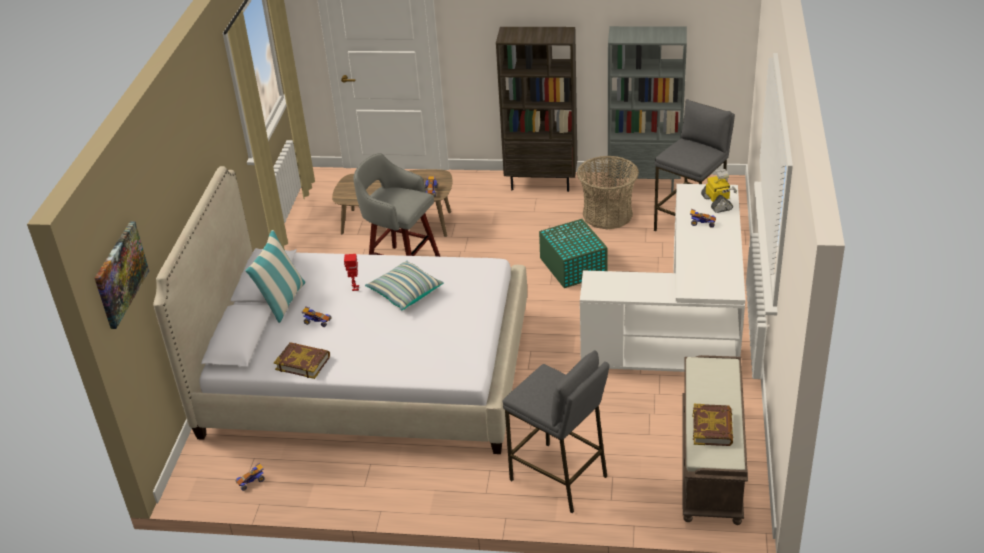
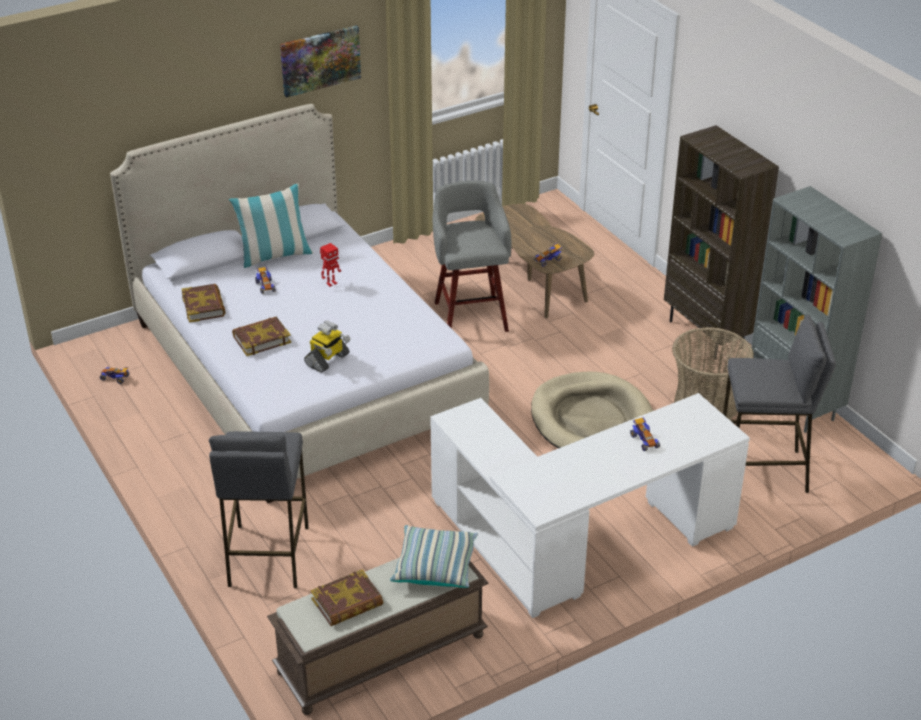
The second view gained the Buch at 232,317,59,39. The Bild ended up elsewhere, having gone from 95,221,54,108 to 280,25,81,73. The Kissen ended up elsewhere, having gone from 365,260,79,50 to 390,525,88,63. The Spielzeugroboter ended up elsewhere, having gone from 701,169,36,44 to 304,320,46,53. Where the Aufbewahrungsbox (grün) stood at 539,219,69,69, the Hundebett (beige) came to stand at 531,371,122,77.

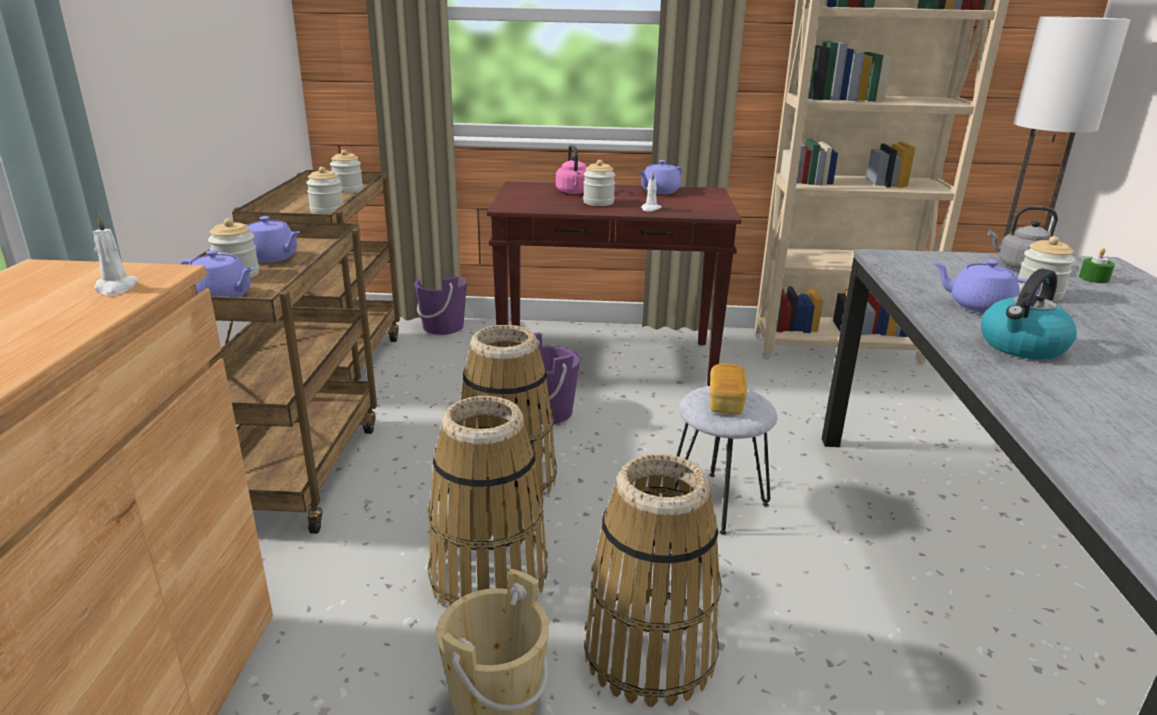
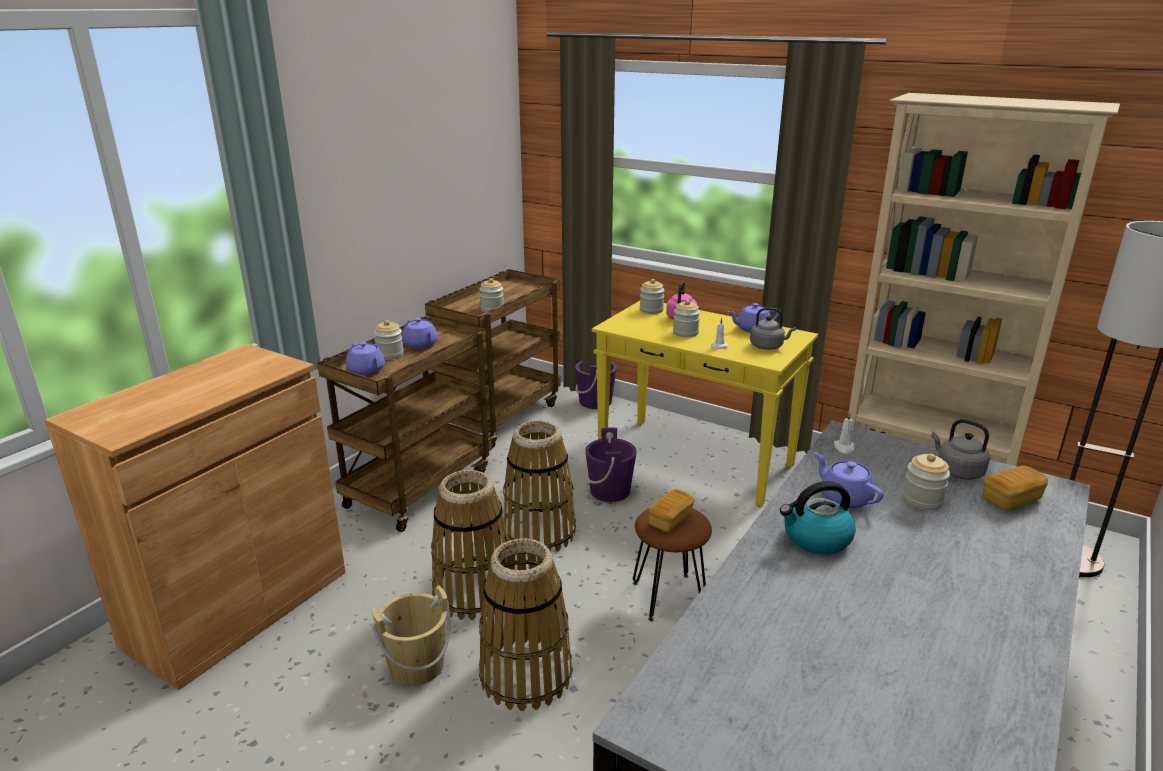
The second view gained the Wasserkessel (grau) at 750,308,46,42. The Kerze (weiß) ended up elsewhere, having gone from 93,214,45,81 to 834,412,21,42. The Vorratsglas ended up elsewhere, having gone from 330,150,33,43 to 640,279,25,35. Where the Kerze (grün) stood at 1079,248,36,35, the Brot came to stand at 983,466,65,44. What was the Konsolentisch (braun) at 487,181,254,205 turned into the Konsolentisch (gelb) at 592,301,226,206. What was the Hocker (grau) at 675,386,102,149 turned into the Hocker (braun) at 633,508,79,113.

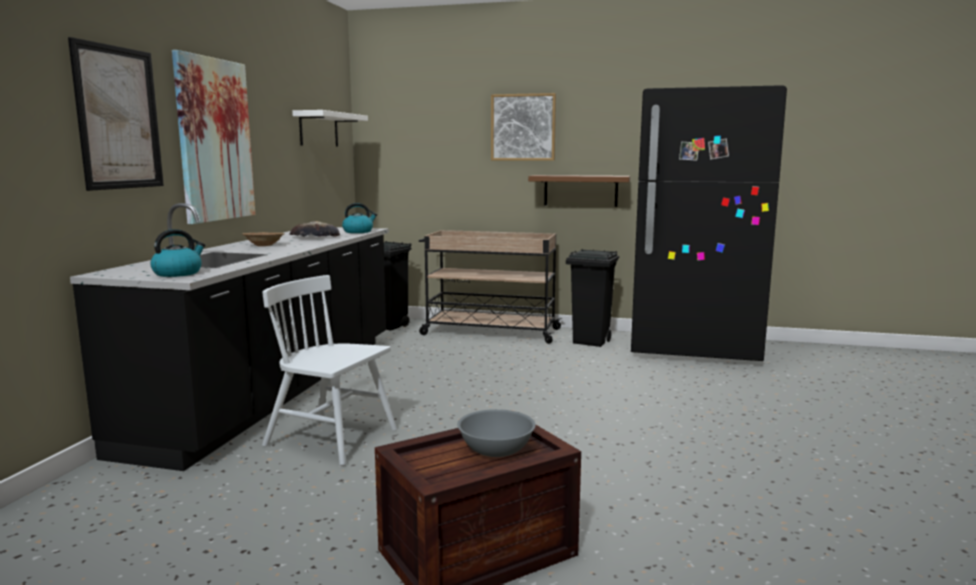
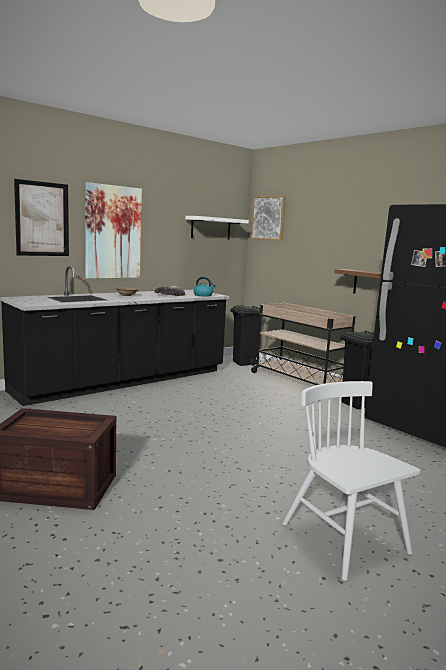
The second view lost the Wasserkessel at 150,229,55,48. The second view lost the Schüssel (grau) at 457,409,79,48. The Stuhl (weiß) ended up elsewhere, having gone from 262,275,135,191 to 282,381,138,200. The Bild ended up elsewhere, having gone from 491,93,65,68 to 251,195,35,46.

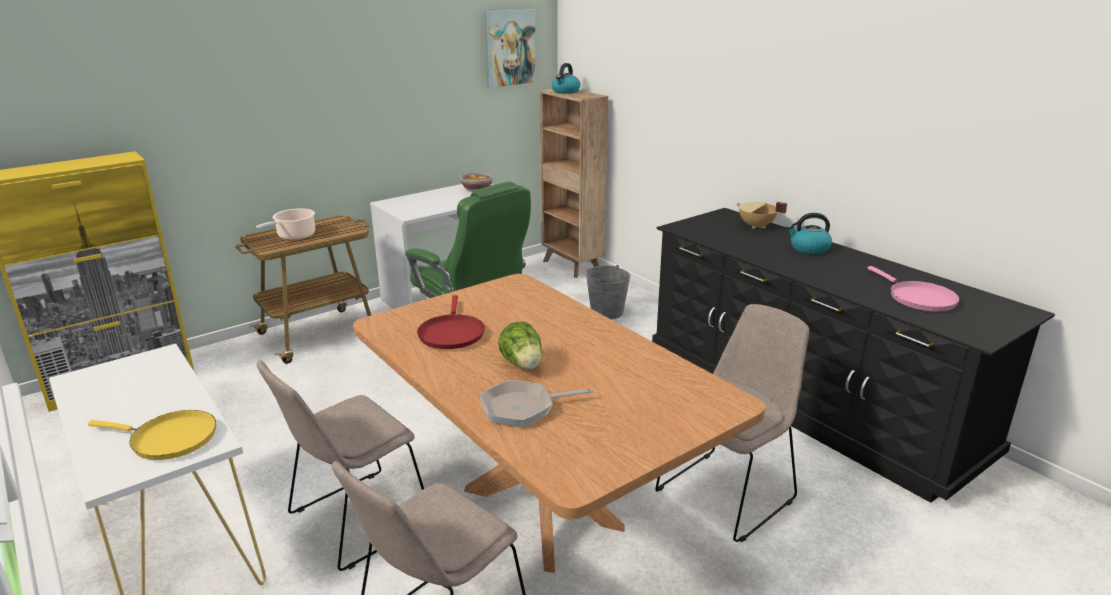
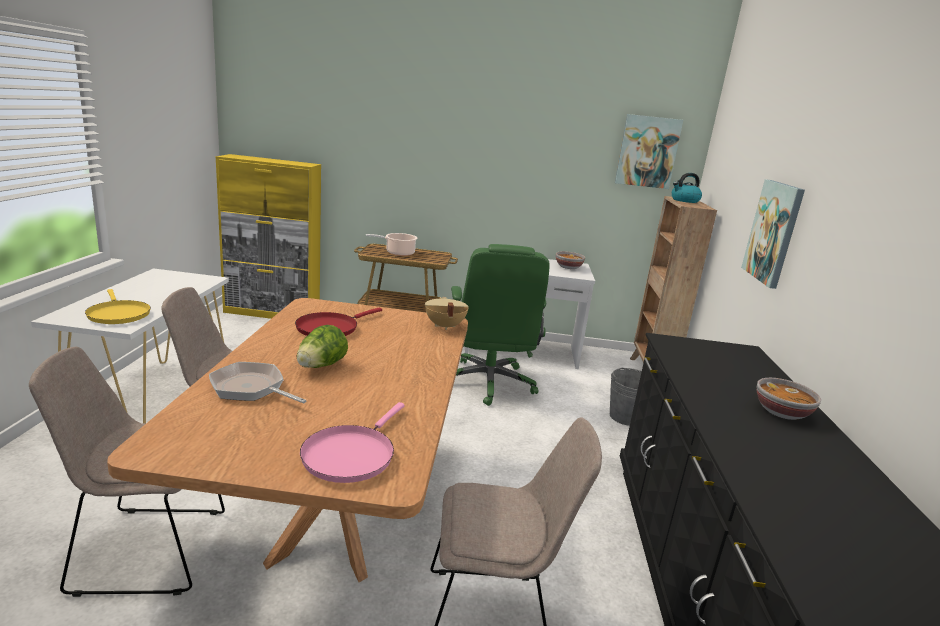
The second view gained the Bild at 741,179,64,110. The Kochtopf (beige) ended up elsewhere, having gone from 736,202,51,27 to 425,297,44,33. The Pfanne (rosa) ended up elsewhere, having gone from 868,266,92,45 to 300,402,105,81. Where the Wasserkessel stood at 787,213,45,41, the Schüssel came to stand at 756,378,65,42.

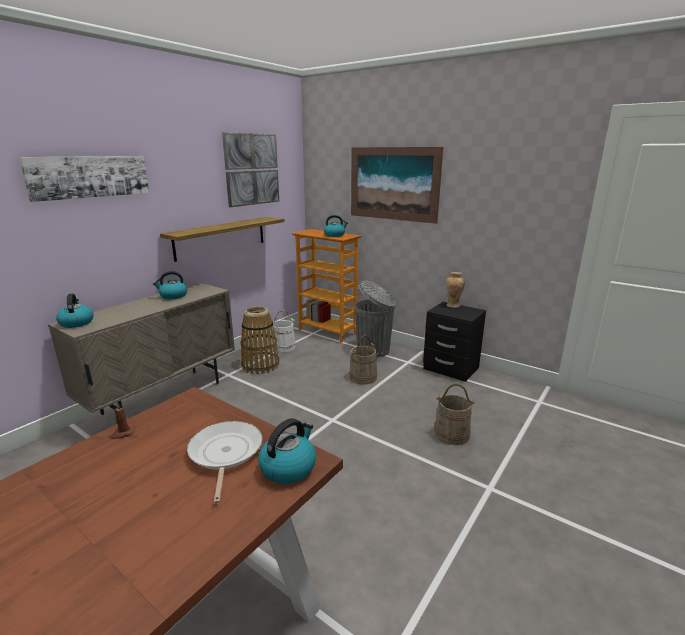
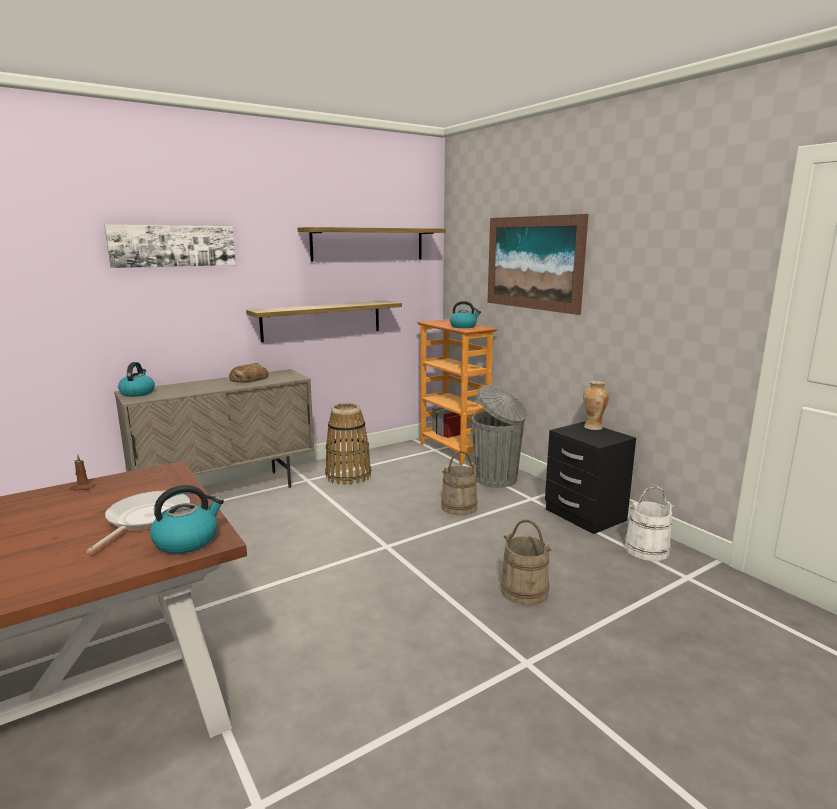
The Eimer (weiß) ended up elsewhere, having gone from 271,310,25,43 to 625,486,49,75. Where the Wasserkessel stood at 153,271,34,29, the Brot came to stand at 229,363,39,20. Where the Bild hung at 222,132,57,75, the Wandregal came to hang at 297,227,149,35.

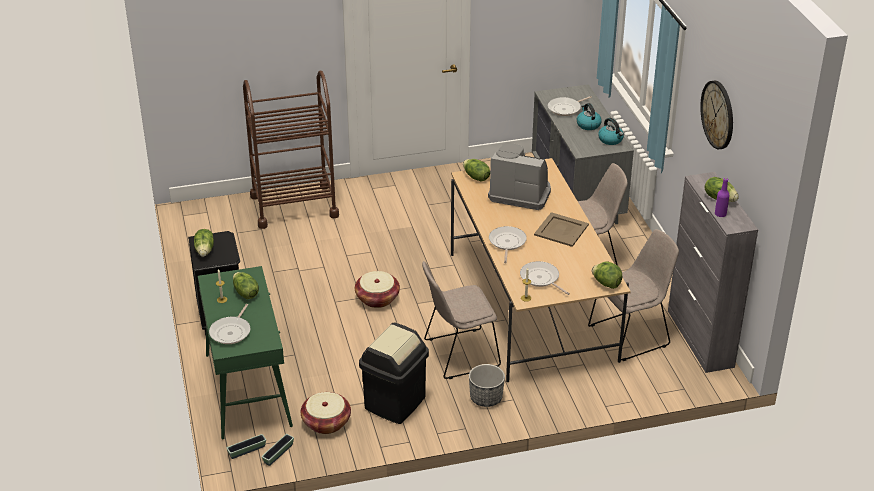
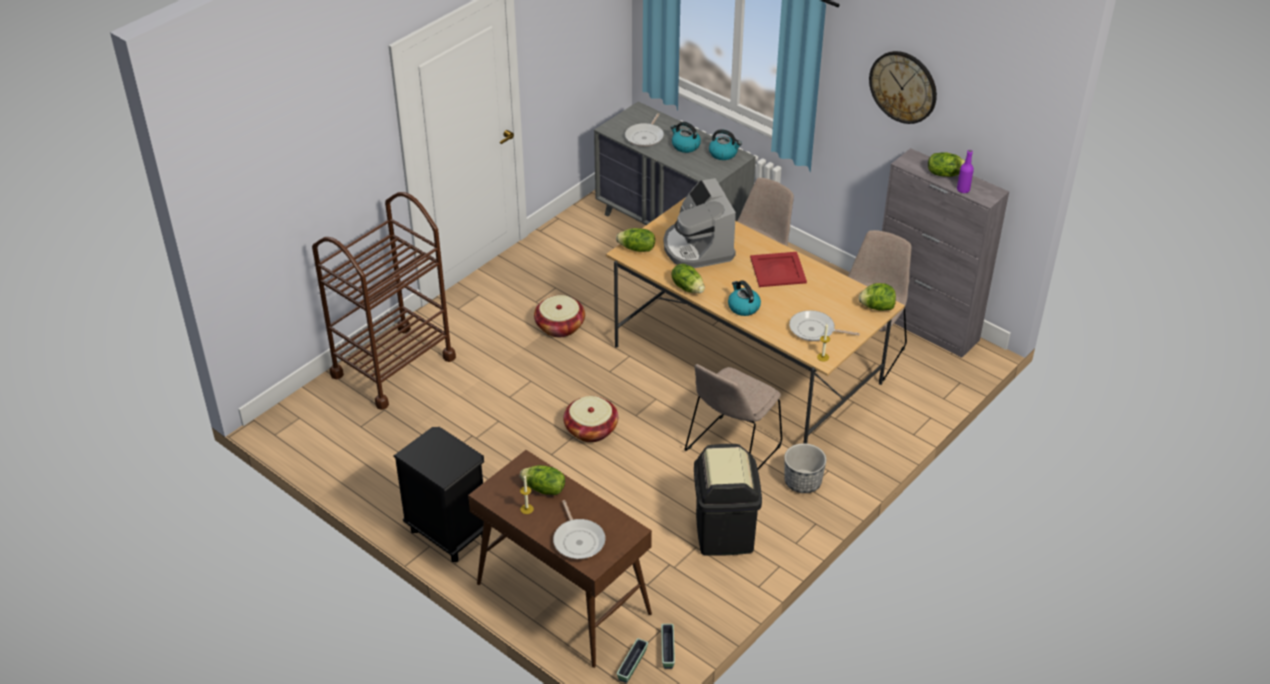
The Salatkopf ended up elsewhere, having gone from 194,229,20,28 to 671,263,34,30. The Korb ended up elsewhere, having gone from 301,392,50,42 to 534,295,51,42. Where the Pfanne stood at 489,226,38,37, the Wasserkessel came to stand at 728,280,33,36. What was the Konsolentisch (grün) at 198,266,95,173 turned into the Konsolentisch (braun) at 468,450,184,218. What was the Tablett (beige) at 534,212,55,35 turned into the Tablett (rot) at 750,252,57,35. The Kaffeemaschine at 488,143,63,67 ended up facing another way, 90 degrees counterclockwise from before.

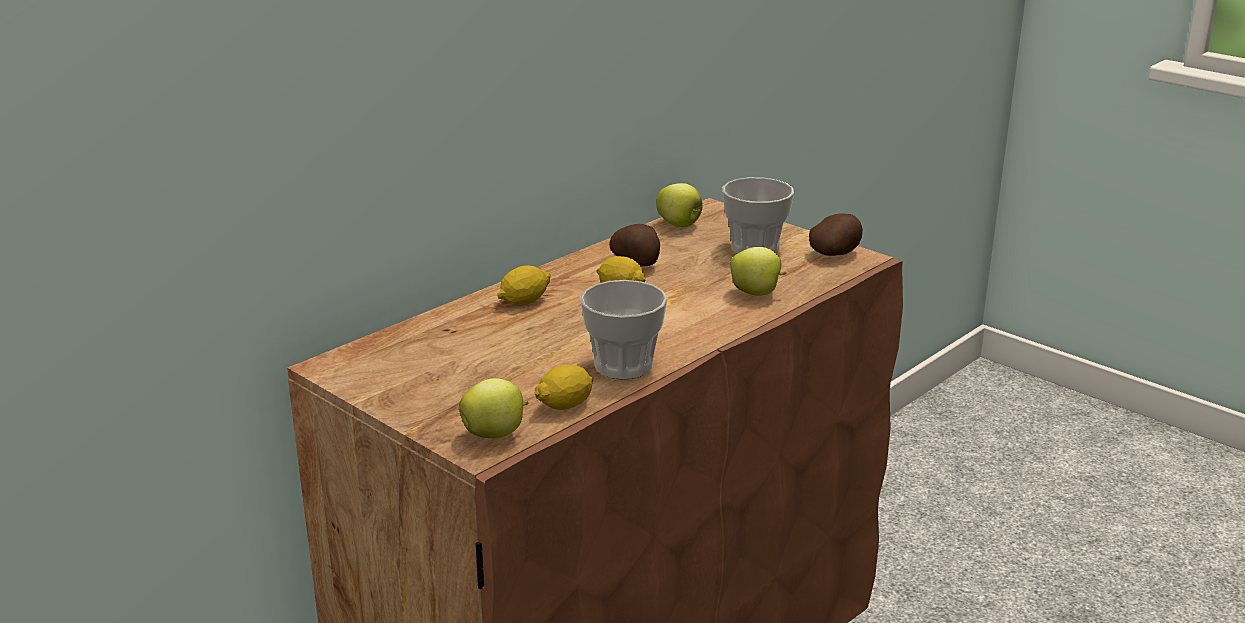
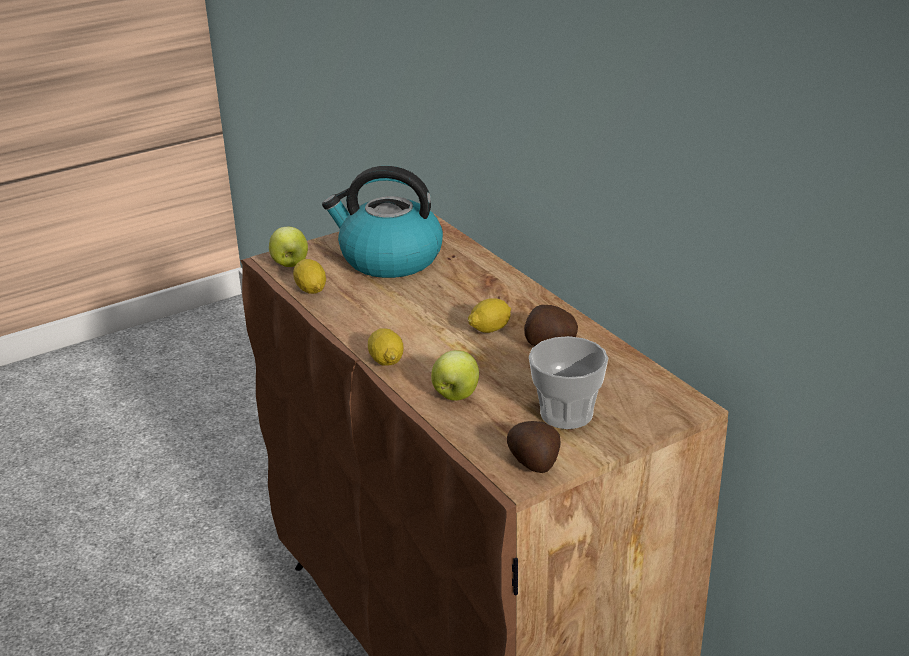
The second view lost the Tasse at 580,280,87,99. The second view lost the Apfel at 656,183,47,44. The second view gained the Wasserkessel at 322,166,121,112. The Zitrone ended up elsewhere, having gone from 497,265,54,41 to 368,328,36,38.

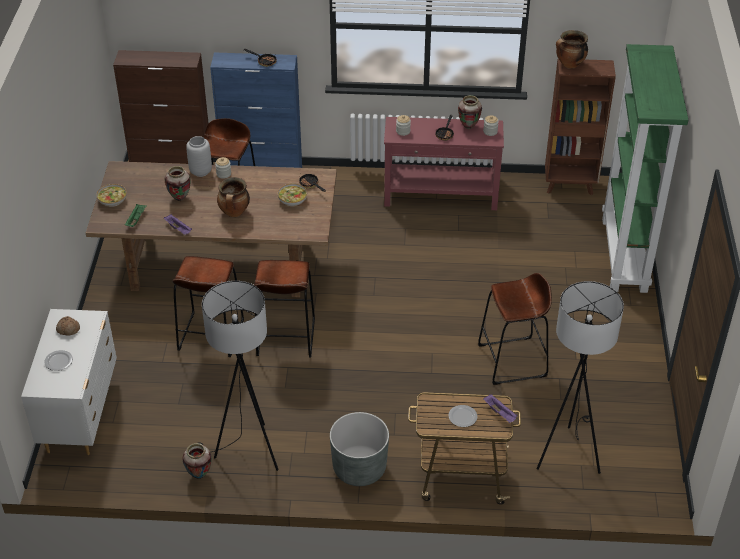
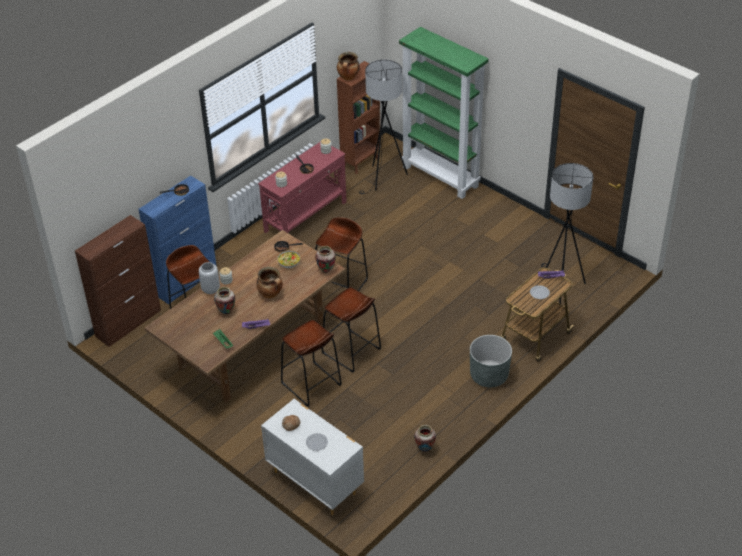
The second view lost the Schüssel at 97,184,30,23. The Stehlampe (schwarz) ended up elsewhere, having gone from 198,281,81,190 to 359,60,49,134. The Vase ended up elsewhere, having gone from 458,95,24,34 to 315,246,21,27. The Hocker (braun) ended up elsewhere, having gone from 478,273,74,112 to 315,217,53,74.

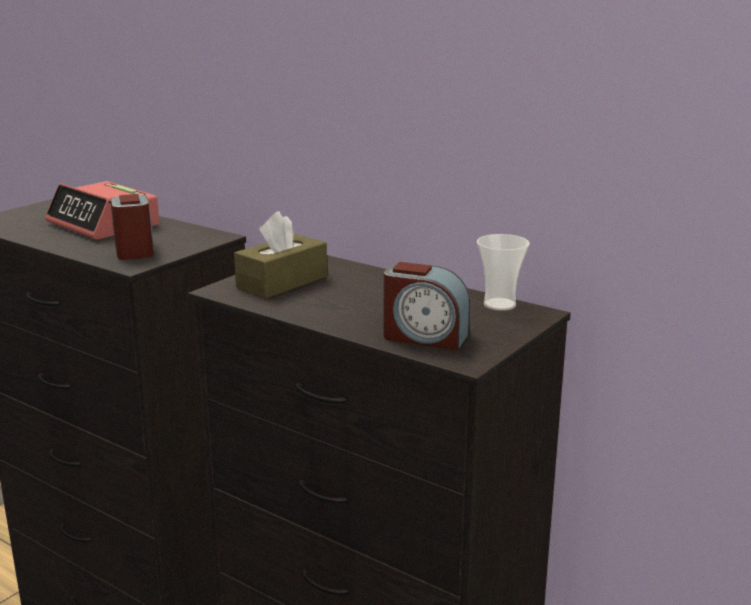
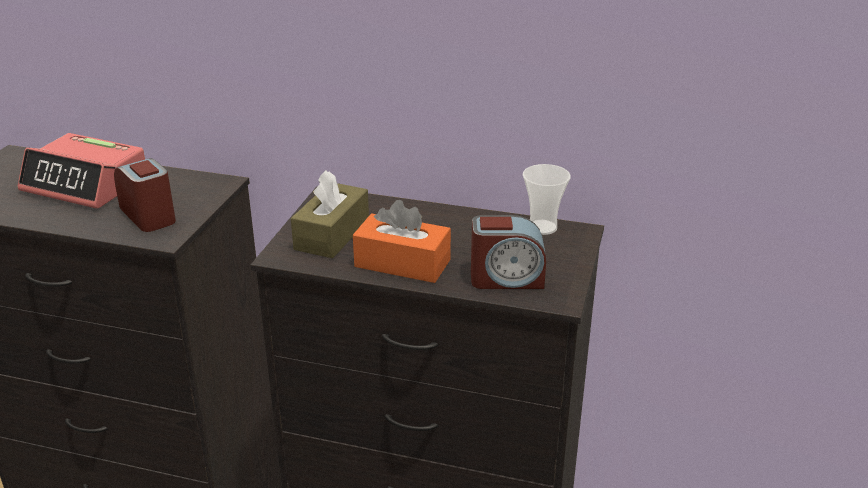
The second view gained the Taschentuchbox (orange) at 353,200,98,83.

